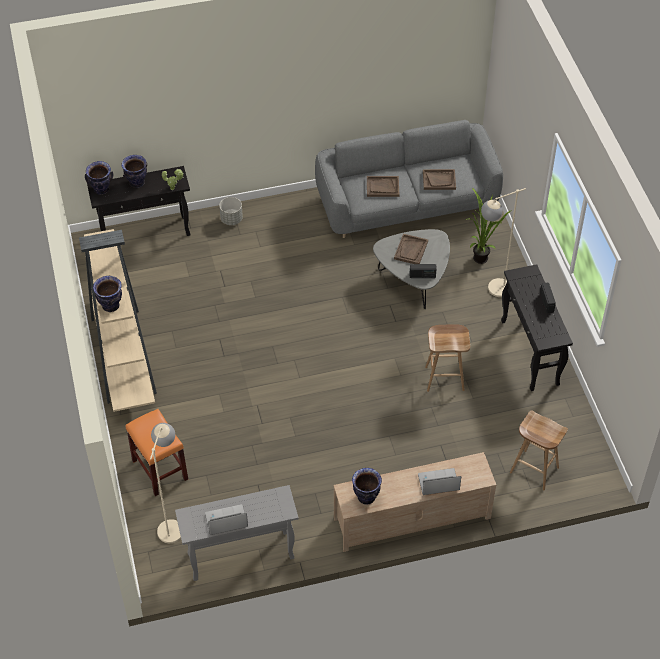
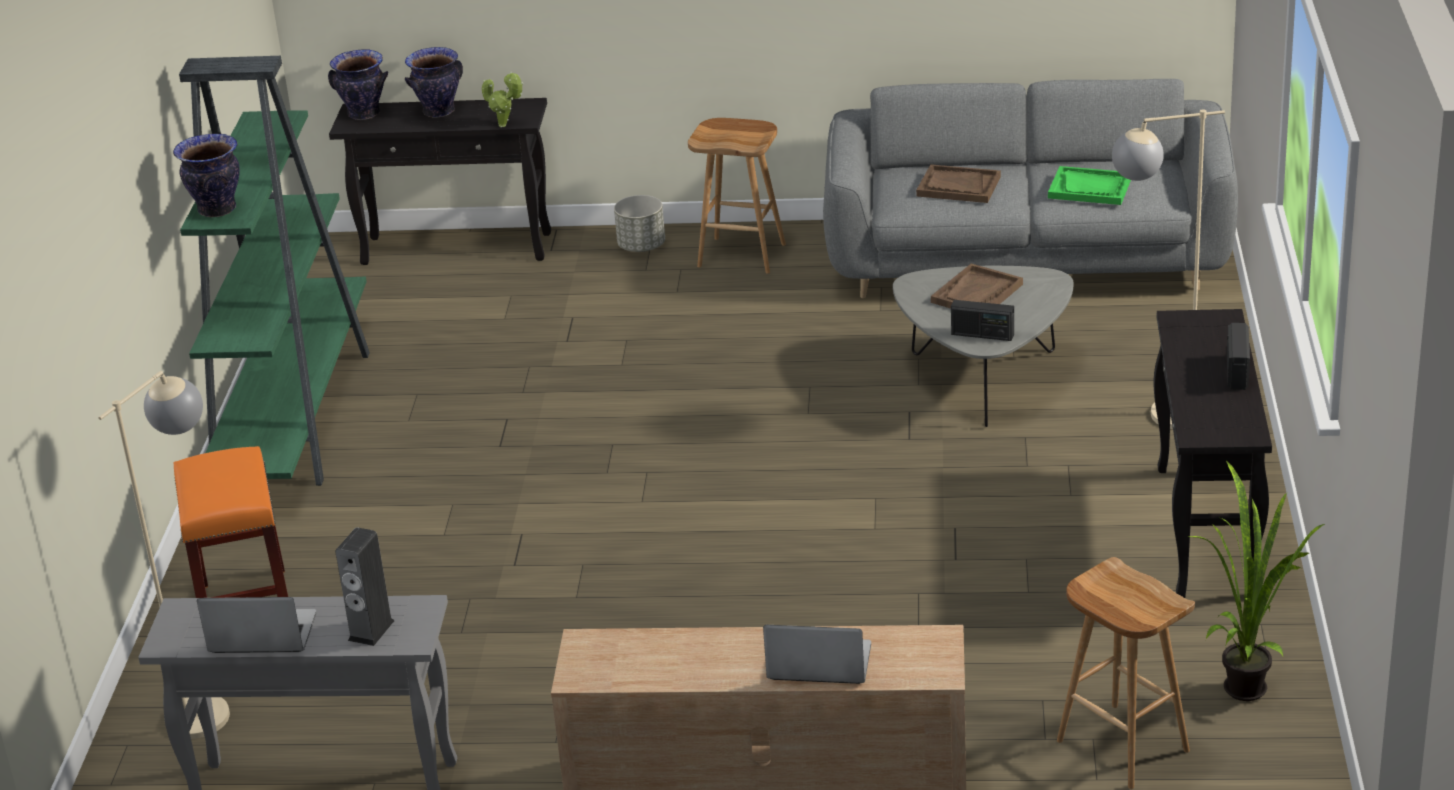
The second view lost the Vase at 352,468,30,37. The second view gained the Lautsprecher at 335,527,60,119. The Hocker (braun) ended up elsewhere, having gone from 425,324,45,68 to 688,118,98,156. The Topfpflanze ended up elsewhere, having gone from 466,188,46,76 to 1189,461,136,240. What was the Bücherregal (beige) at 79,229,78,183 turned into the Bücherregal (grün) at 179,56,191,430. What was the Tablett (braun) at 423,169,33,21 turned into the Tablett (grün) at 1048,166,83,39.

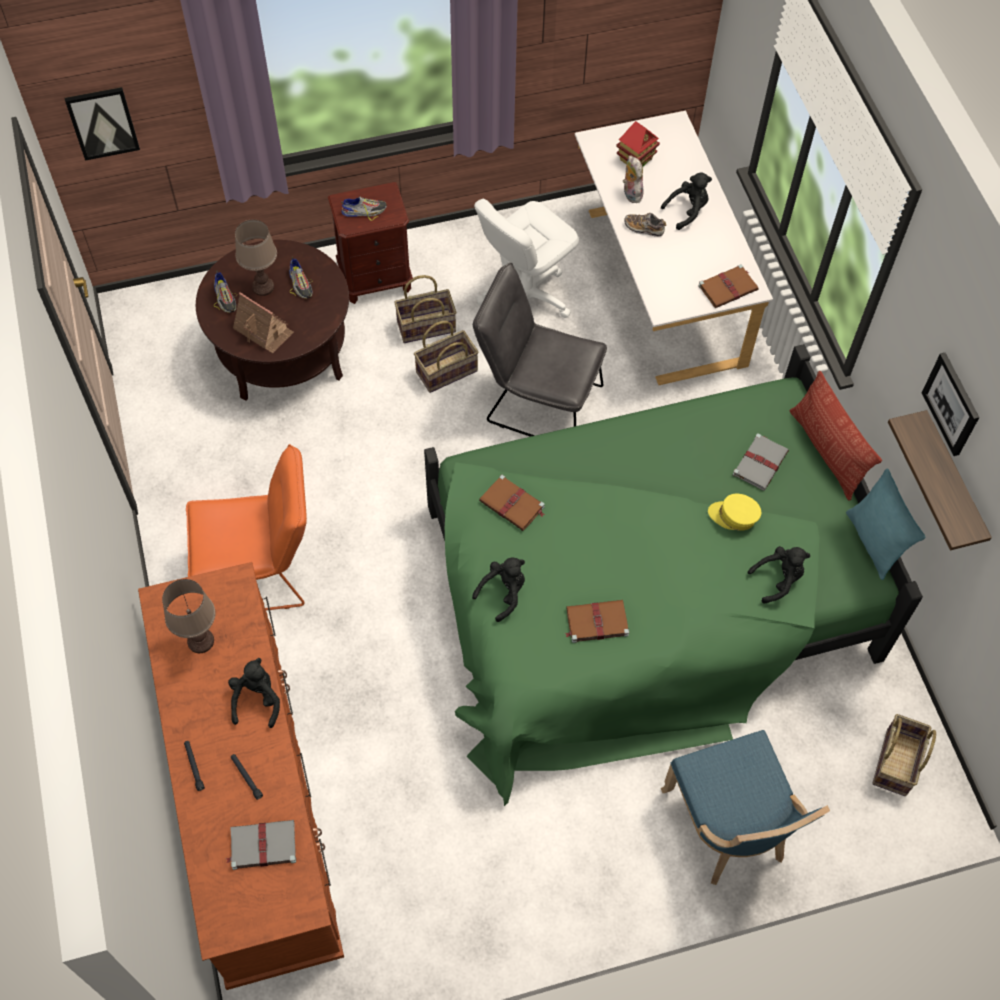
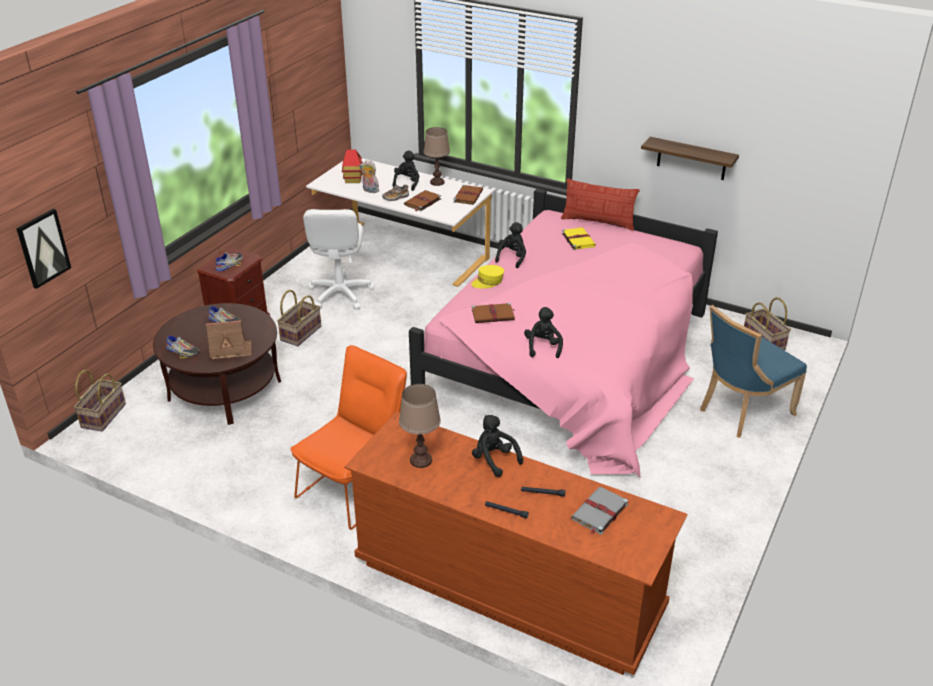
The second view lost the Stuhl (grau) at 473,263,134,174. The second view lost the Kissen (türkis) at 846,469,80,111. The second view lost the Bild at 922,353,57,103. The Tischlampe (braun) ended up elsewhere, having gone from 235,219,42,77 to 423,127,27,59. The Korb ended up elsewhere, having gone from 414,321,65,72 to 74,370,52,62. The Buch (braun) ended up elsewhere, having gone from 565,600,64,43 to 404,190,37,21. The Kappe (gelb) ended up elsewhere, having gone from 708,494,53,37 to 471,265,33,23. The Plüschtier (schwarz) ended up elsewhere, having gone from 748,546,62,57 to 495,222,31,46. What was the Bett (grün) at 424,344,499,462 turned into the Bett (rosa) at 409,188,309,289. What was the Buch (grau) at 732,434,57,57 turned into the Buch (gelb) at 562,227,34,23. The Stuhl (blau) at 661,730,169,155 ended up facing another way, 120 degrees clockwise from before.

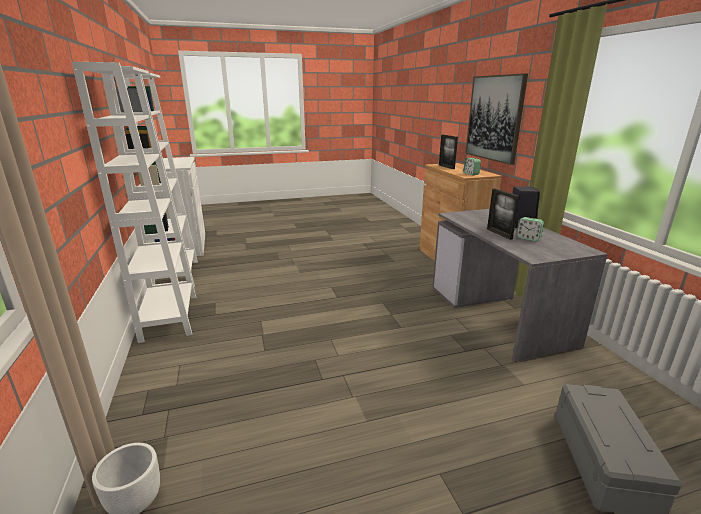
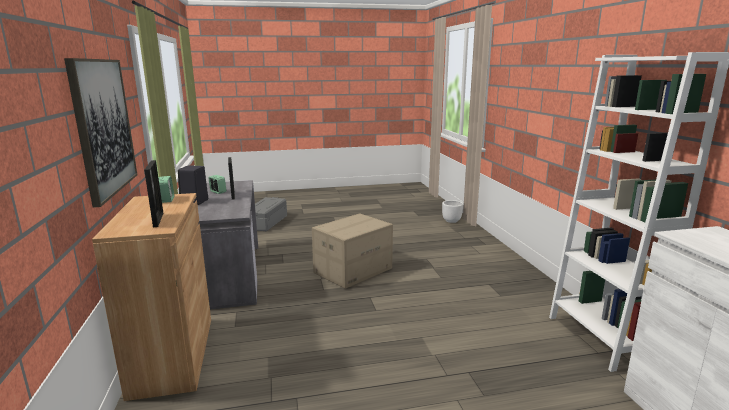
The second view lost the Bücherregal (weiß) at 72,62,124,281. The second view gained the Karton at 312,213,81,76.

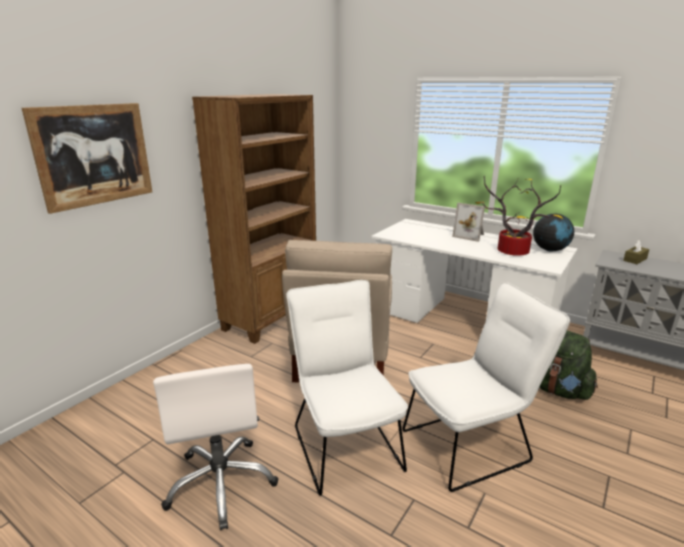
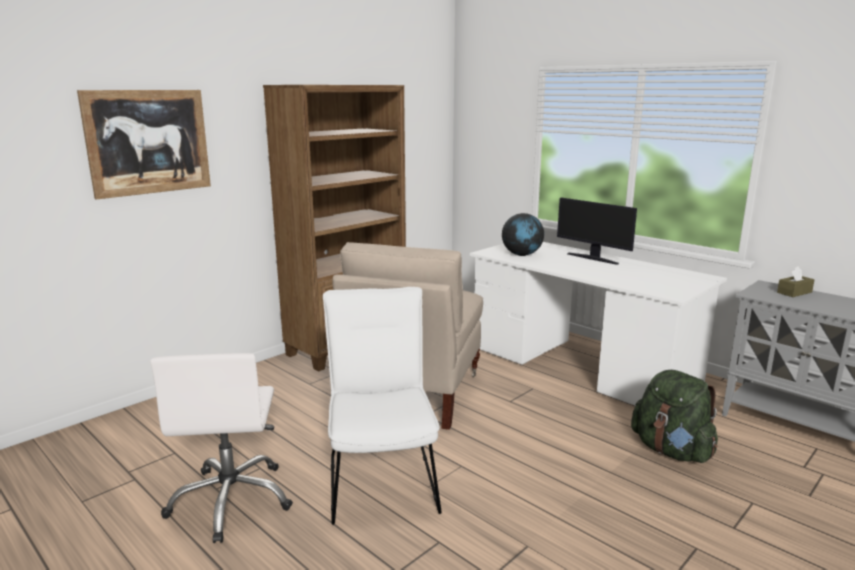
The second view lost the Stuhl (weiß) at 402,282,168,210. The second view lost the Topfpflanze at 475,176,88,80. The Globus ended up elsewhere, having gone from 533,214,41,38 to 502,213,42,43. Where the Bilderrahmen stood at 452,203,33,39, the Monitor came to stand at 557,198,80,67.

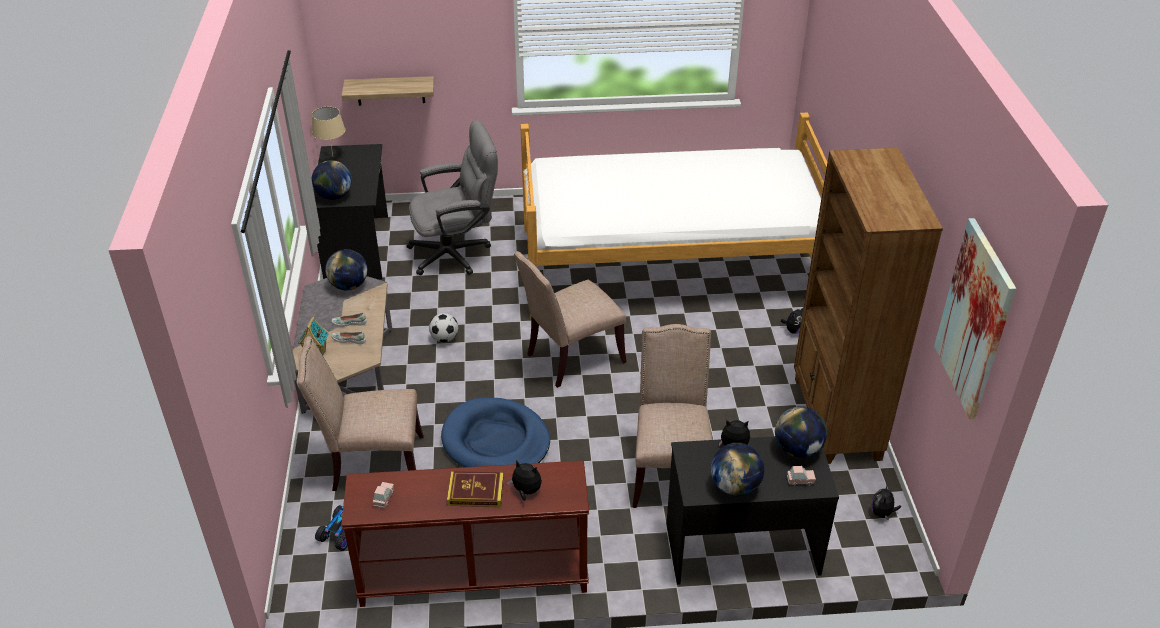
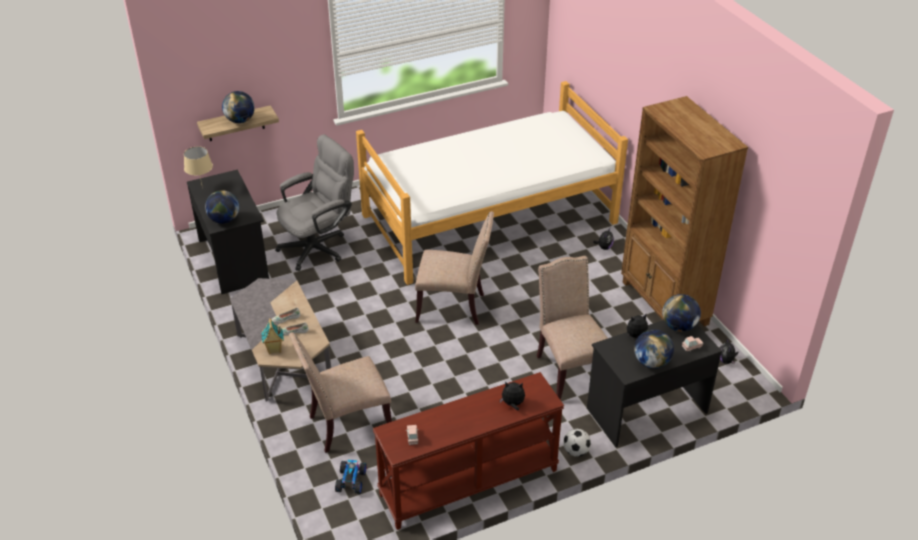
The second view lost the Hundebett (blau) at 441,397,109,70. The second view lost the Buch at 447,471,57,36. The second view lost the Bild at 934,218,82,201. The Globus ended up elsewhere, having gone from 325,249,42,41 to 222,91,33,32. The Fußball ended up elsewhere, having gone from 429,313,29,29 to 563,429,28,28. The Stuhl (beige) at 514,251,113,137 ended up facing another way, 120 degrees counterclockwise from before.

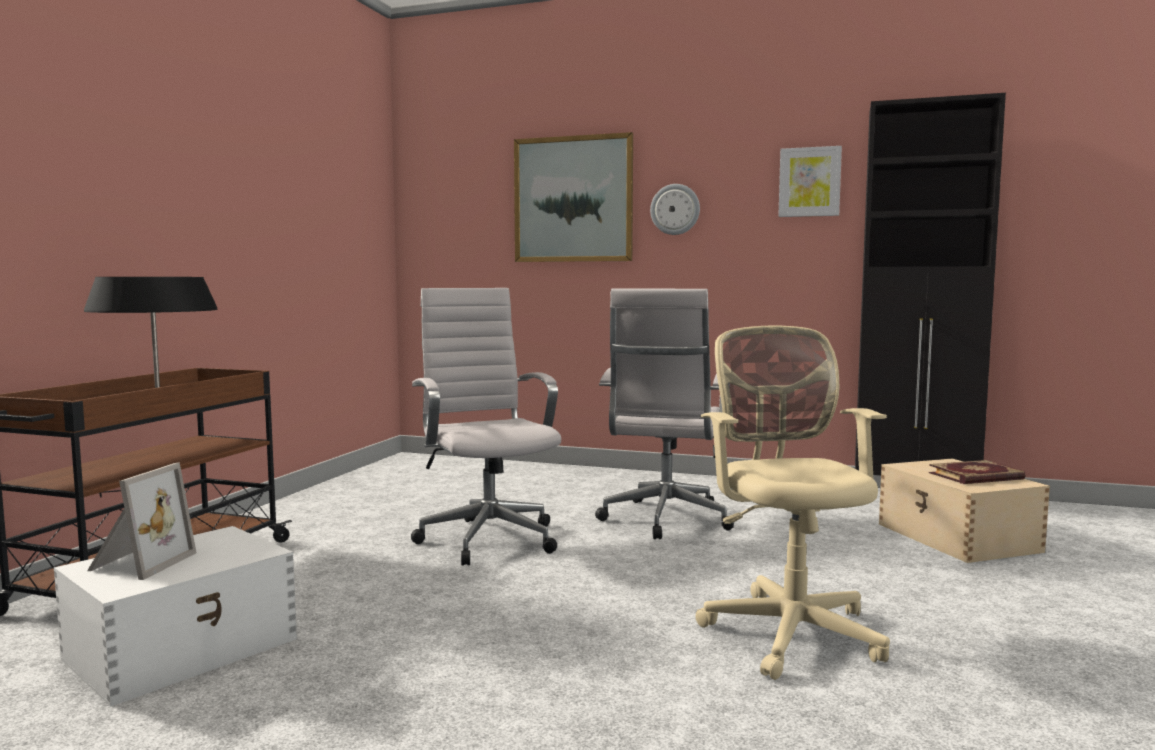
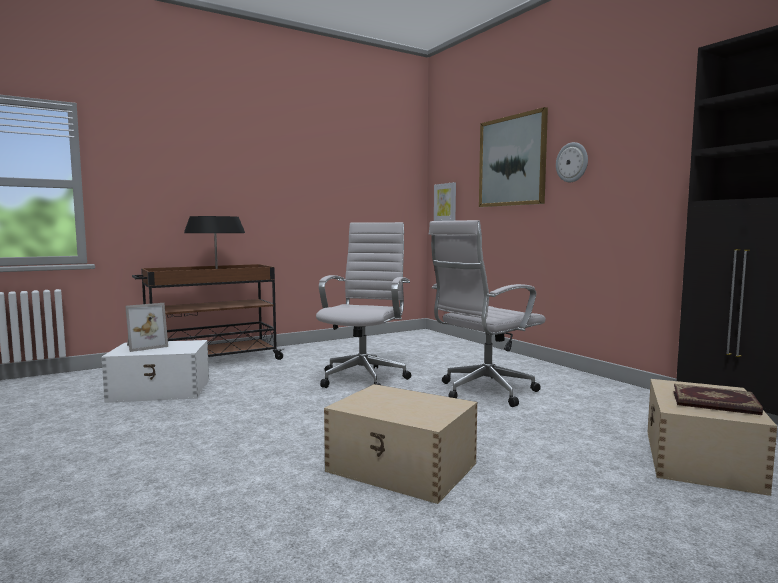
The Bild ended up elsewhere, having gone from 778,146,64,71 to 434,182,22,39. Where the Bürostuhl (beige) stood at 695,326,195,354, the Aufbewahrungsbox (beige) came to stand at 324,384,154,120.

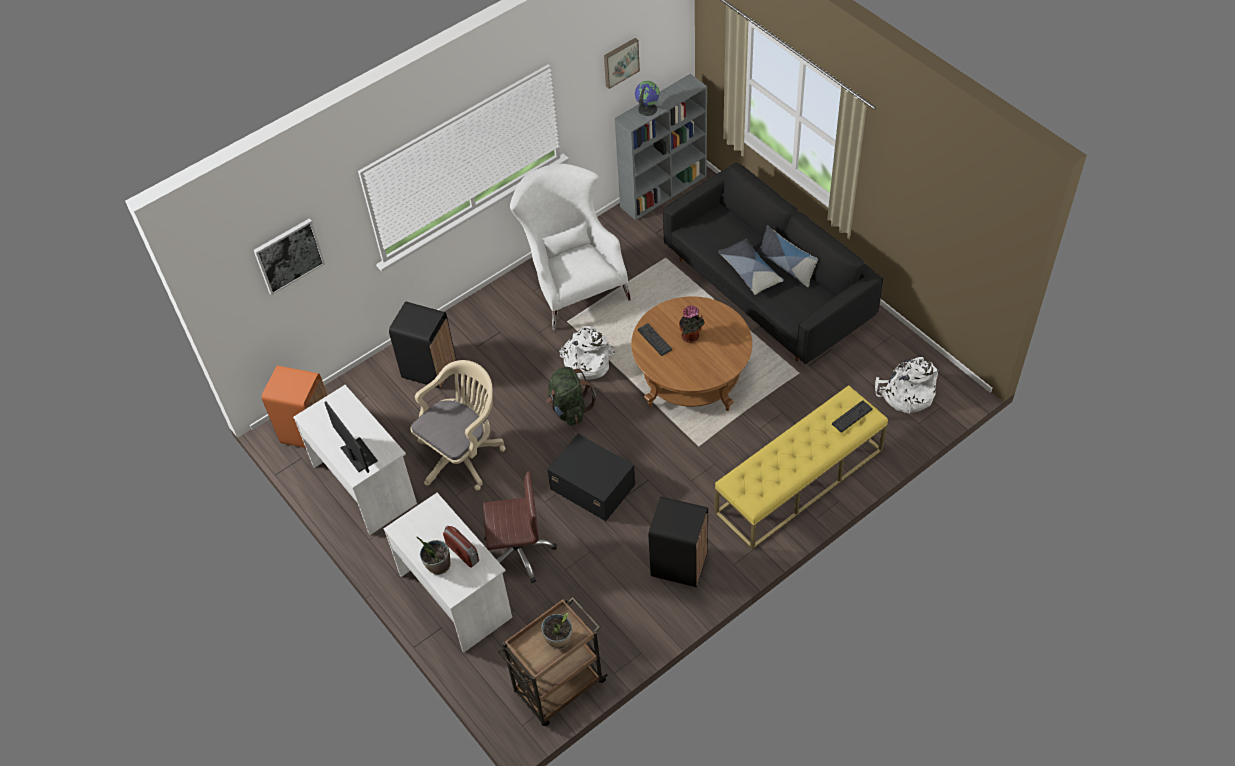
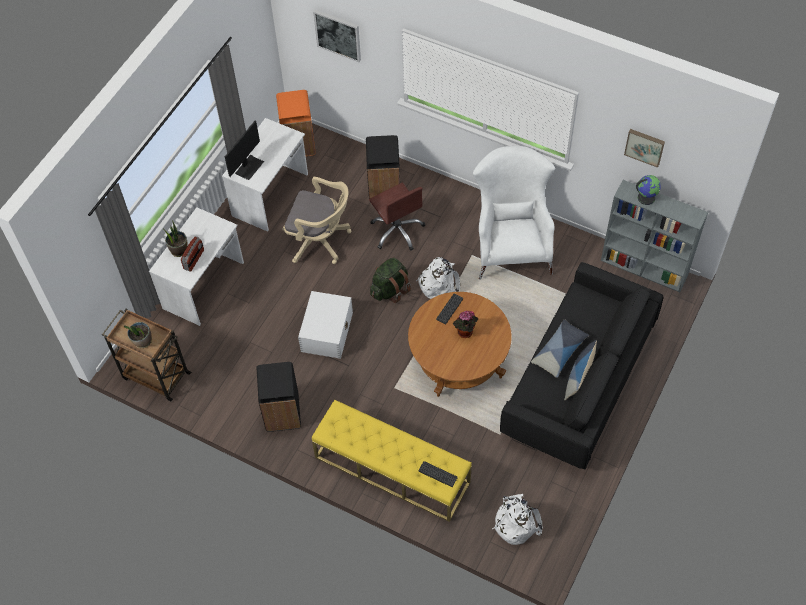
The Bürostuhl (braun) ended up elsewhere, having gone from 483,471,74,112 to 369,182,56,69. What was the Aufbewahrungsbox (schwarz) at 547,434,88,87 turned into the Aufbewahrungsbox (weiß) at 298,291,55,68. The Sessel (weiß) at 510,163,121,168 ended up facing another way, 45 degrees counterclockwise from before.

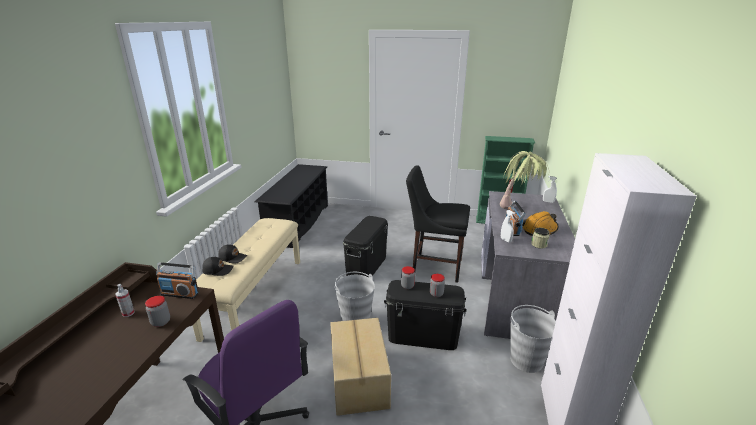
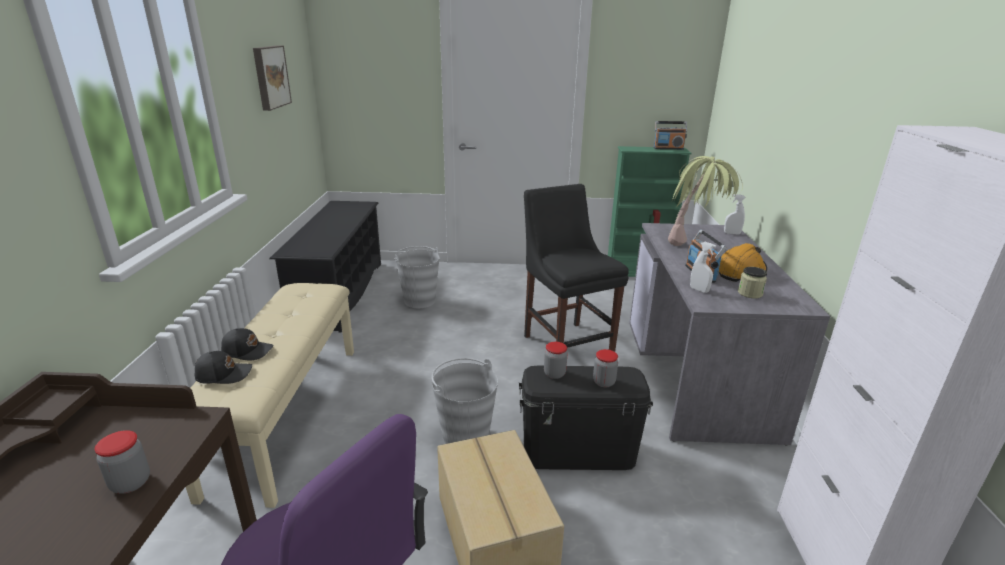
The second view lost the Sprühflasche at 115,284,20,33. The second view lost the Aufbewahrungsbox (schwarz) at 343,216,45,61. The second view gained the Bild at 253,46,39,65. The Radio ended up elsewhere, having gone from 156,262,42,37 to 653,121,34,29. The Eimer (grau) ended up elsewhere, having gone from 510,305,46,68 to 394,246,45,62. The Stuhl (schwarz) at 406,165,64,117 ended up facing another way, 60 degrees clockwise from before.

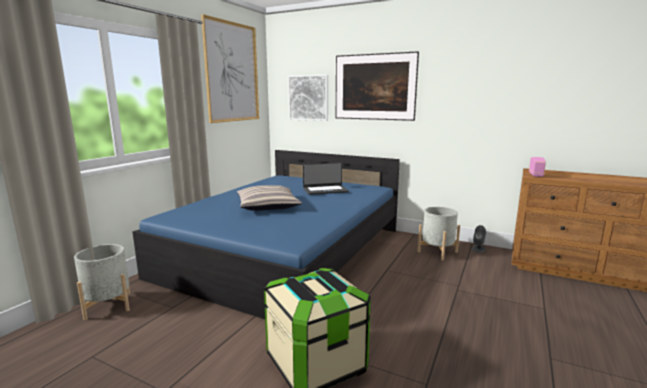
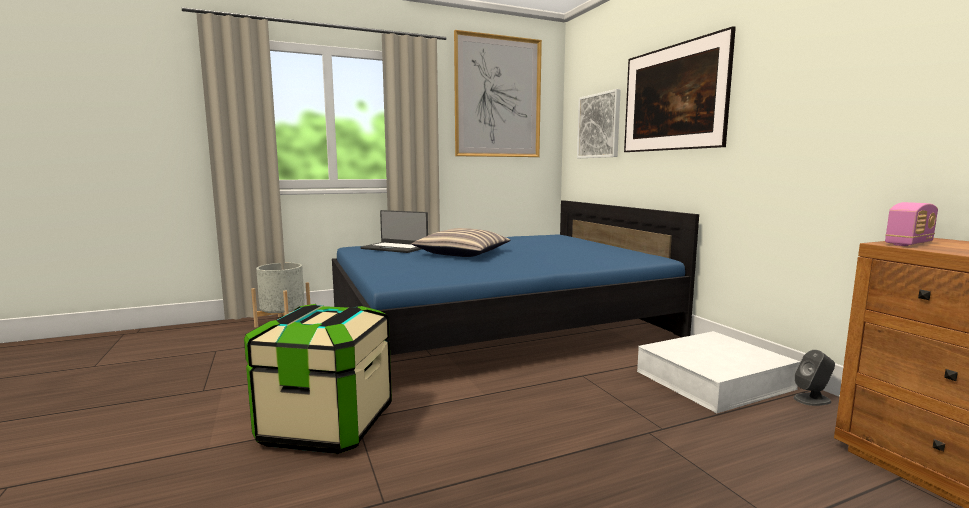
The Laptop ended up elsewhere, having gone from 303,162,46,33 to 361,210,67,43. Where the Pflanzkübel (grau) stood at 418,207,42,54, the Aufbewahrungsbox (weiß) came to stand at 637,331,163,82.

